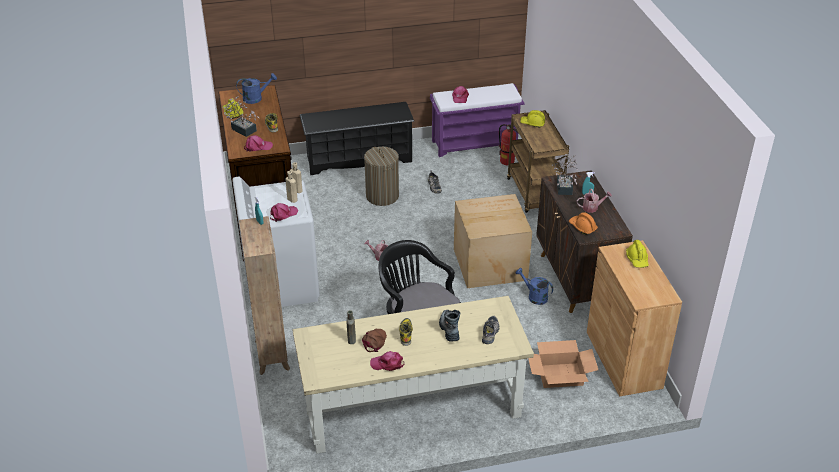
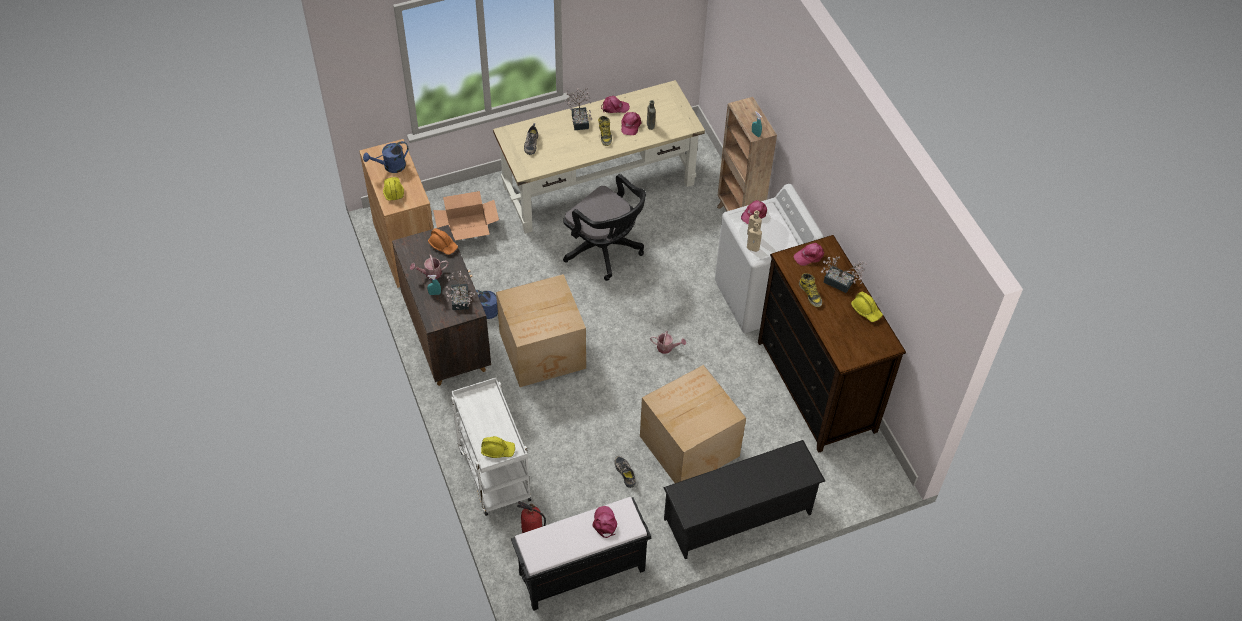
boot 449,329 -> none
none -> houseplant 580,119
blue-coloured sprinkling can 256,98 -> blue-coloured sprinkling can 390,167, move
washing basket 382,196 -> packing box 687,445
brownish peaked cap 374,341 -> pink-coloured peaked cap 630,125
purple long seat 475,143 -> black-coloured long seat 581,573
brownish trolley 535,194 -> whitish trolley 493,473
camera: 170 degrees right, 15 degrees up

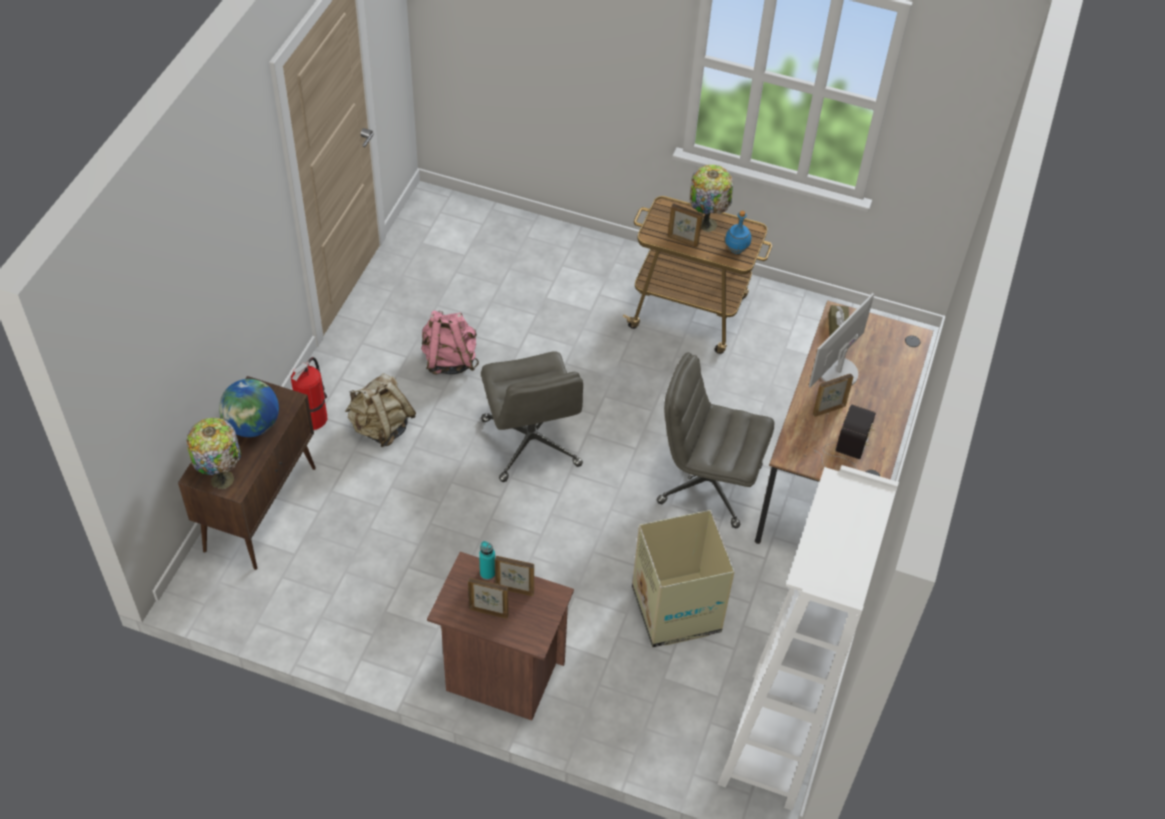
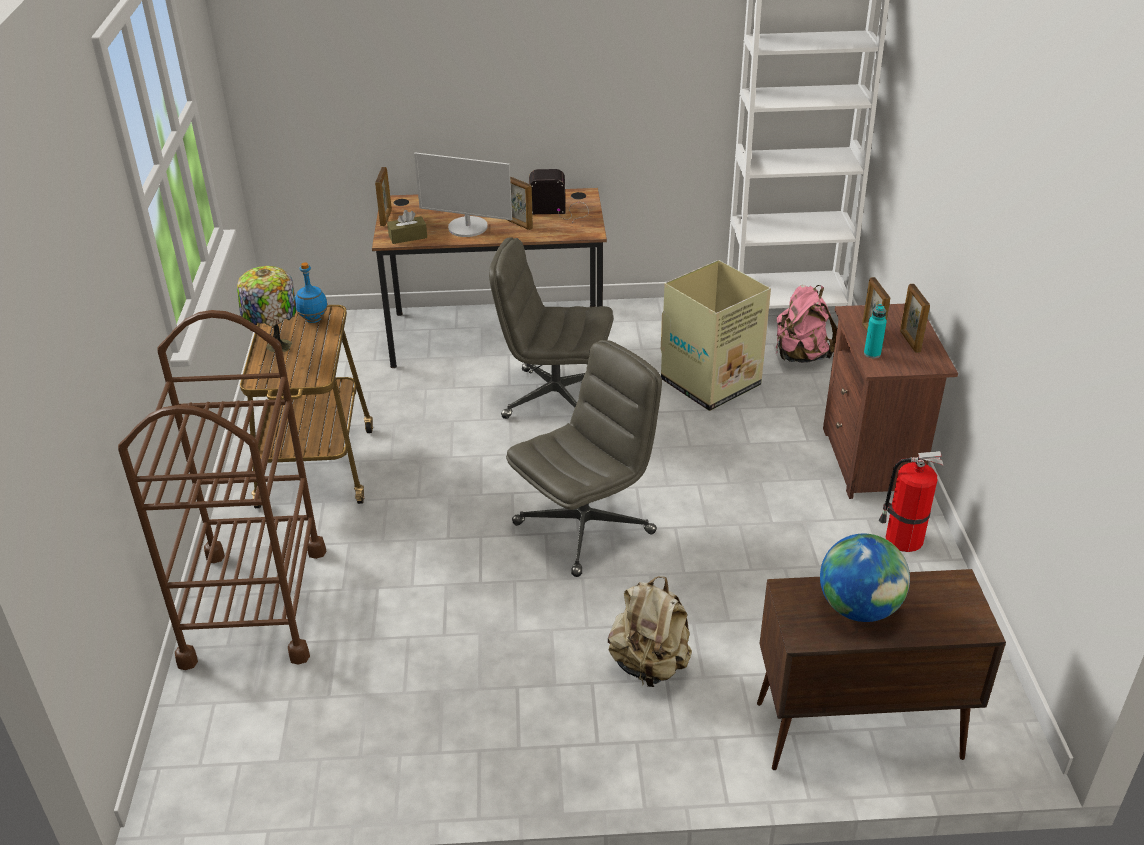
lamp for a table 222,478 -> none
none -> brownish trolley 255,605
extinguisher 313,417 -> extinguisher 902,539, move
pink-coloured knapsack 449,360 -> pink-coloured knapsack 801,356, move
picture frame 682,241 -> picture frame 386,218, move
gray computer chair 707,484 -> gray computer chair 554,398, 105 degrees clockwise
camera: 110 degrees left, 15 degrees down

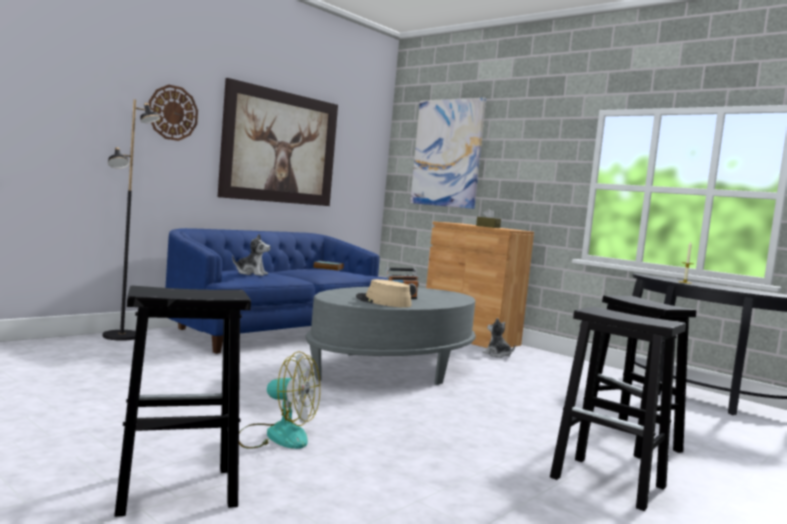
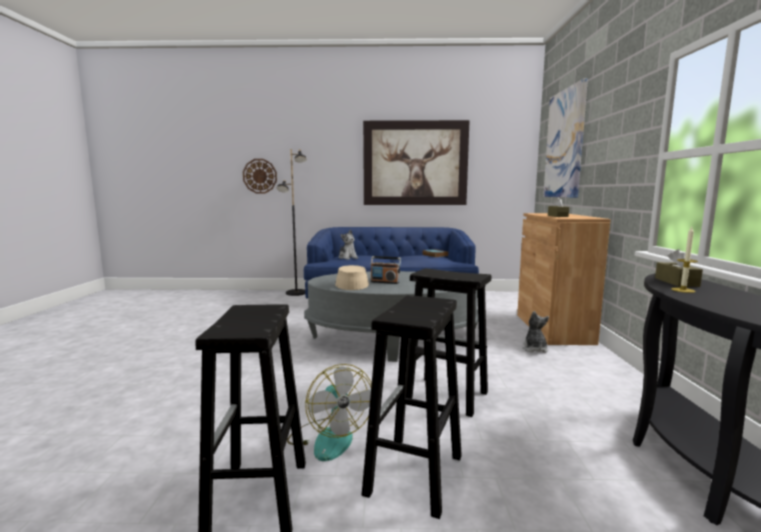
none -> brownish tissue holder 676,282
black-coloured stool 174,491 -> black-coloured stool 445,395, move
wall clock 173,113 -> wall clock 260,176, move
fan 276,436 -> fan 329,438, move
camera: 50 degrees right, 5 degrees up

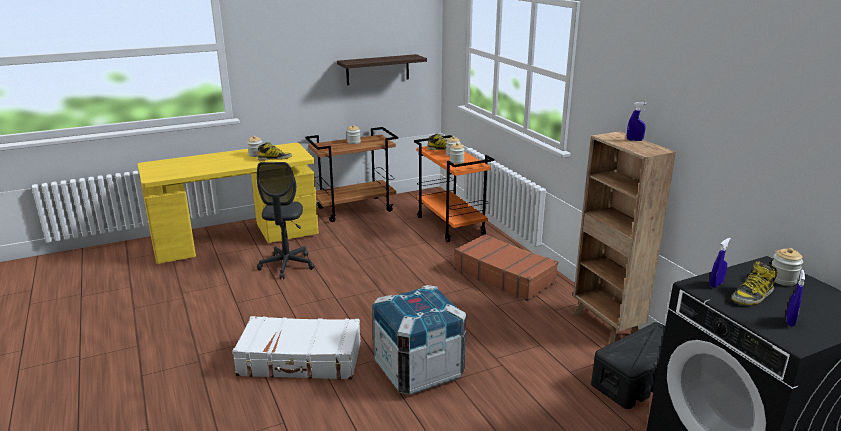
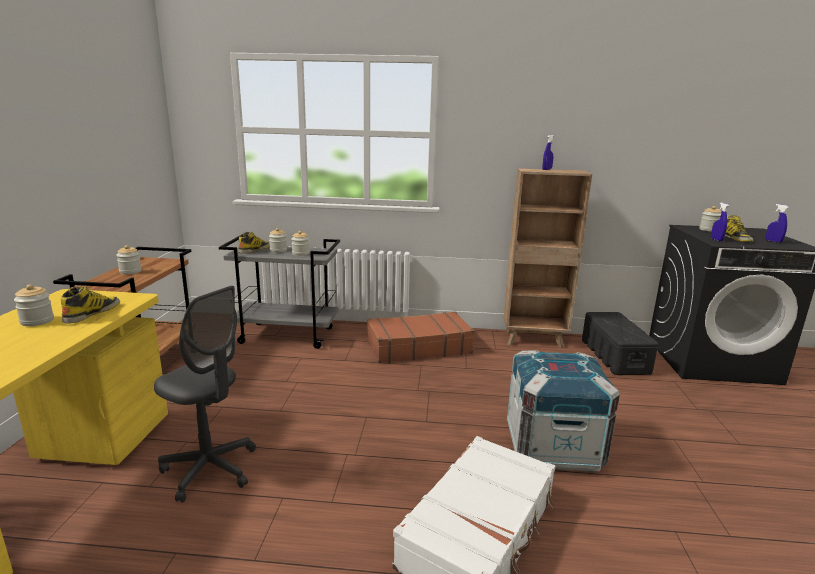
shelf 377,69 -> none
orange trolley 451,225 -> gray trolley 288,335
camera: 60 degrees left, 5 degrees down

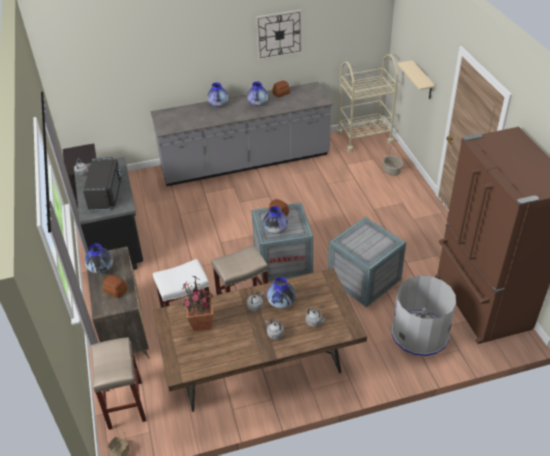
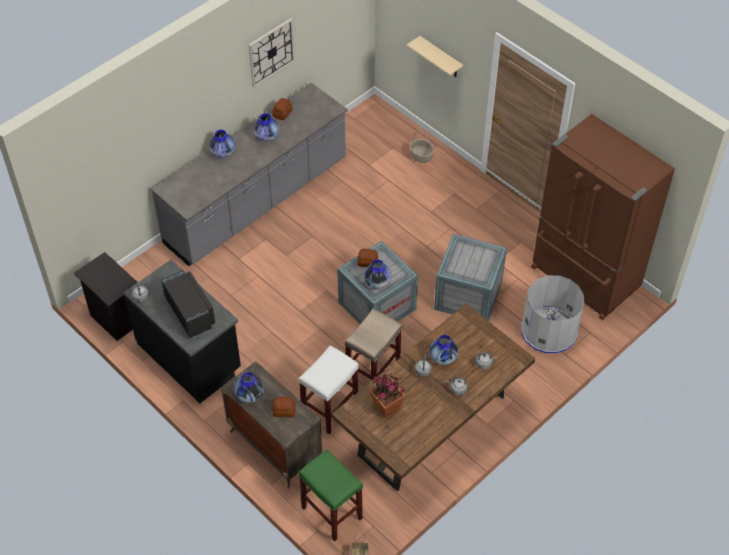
beige-coloured trolley 364,138 -> none
beige-coloured stool 125,404 -> greenish stool 331,513
camera: 30 degrees left, 10 degrees up

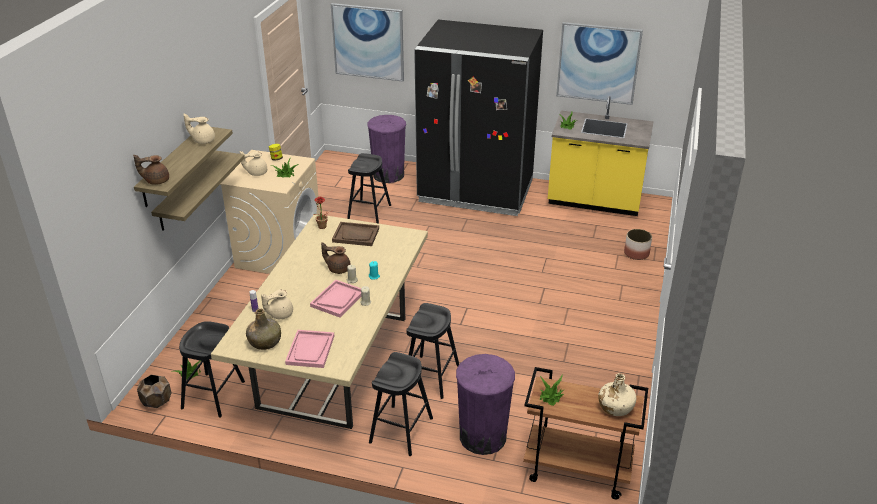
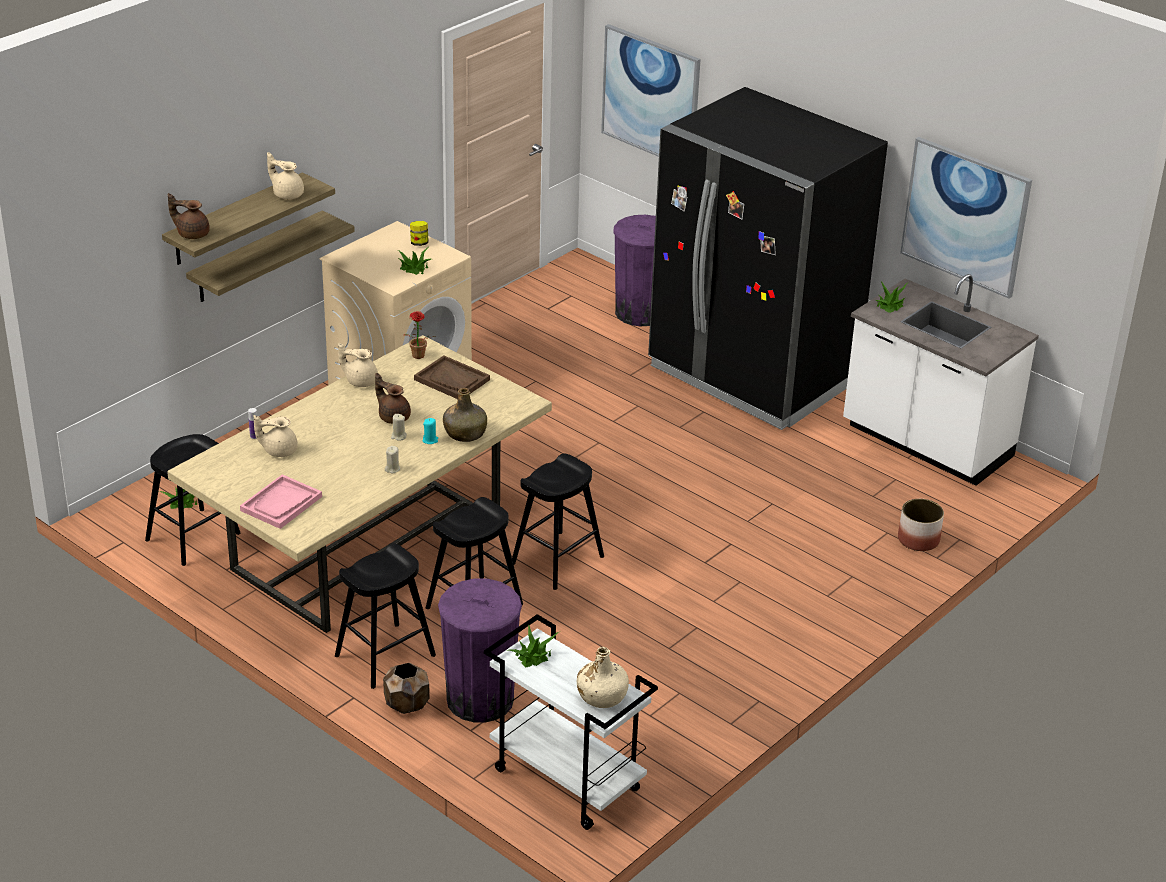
pink-coloured tray 337,299 -> none
brownish flower pot 156,402 -> brownish flower pot 406,705, move
beige-coloured teapot 256,172 -> beige-coloured teapot 360,381, move
greenish beverage bottle 265,342 -> greenish beverage bottle 465,433, move
black-coloured stool 369,213 -> black-coloured stool 557,560, move
brownish trolley 576,470 -> whitish trolley 564,780
yellow-coloured kitchen base unit 594,202 -> whitish kitchen base unit 926,444
camera: 25 degrees right, 0 degrees up

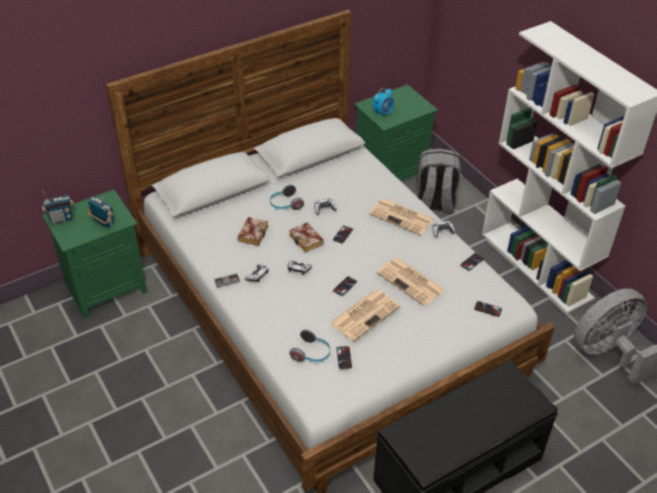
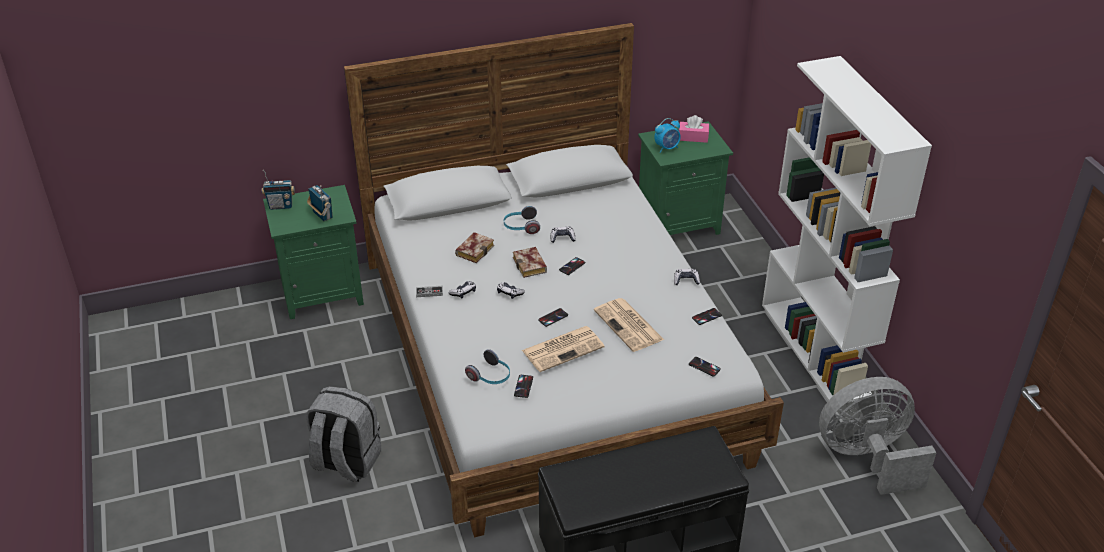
newspaper 402,217 -> none
none -> pink-coloured tissue holder 693,137
gray knapsack 434,204 -> gray knapsack 346,462, move
camera: 15 degrees right, 5 degrees down

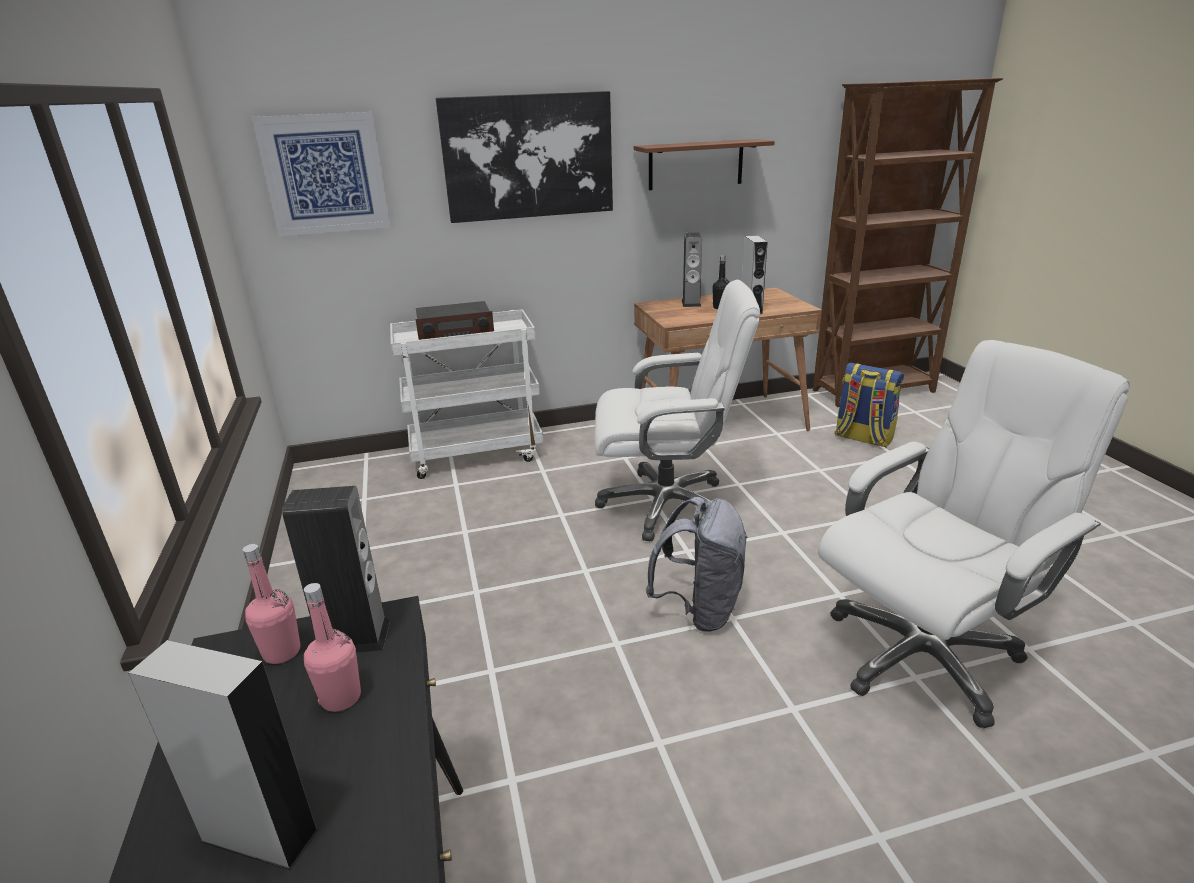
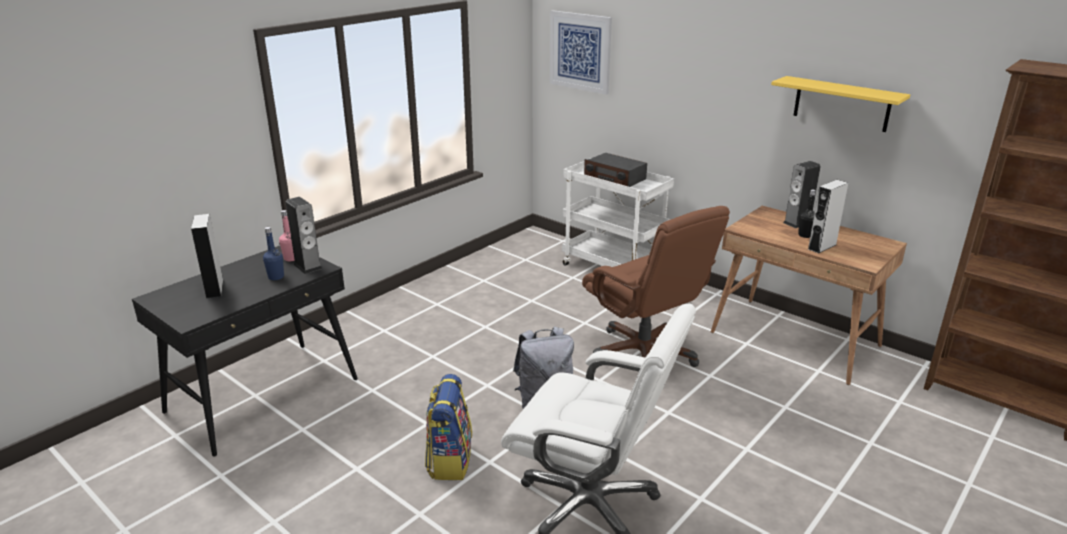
wall picture 528,157 -> none
knapsack 863,438 -> knapsack 449,460, move
pink-coloured beverage bottle 341,697 -> blue-coloured beverage bottle 276,277
whitish computer chair 667,504 -> brownish computer chair 644,355
brownish shelf 696,164 -> yellow-coloured shelf 841,104
camera: 55 degrees right, 0 degrees up

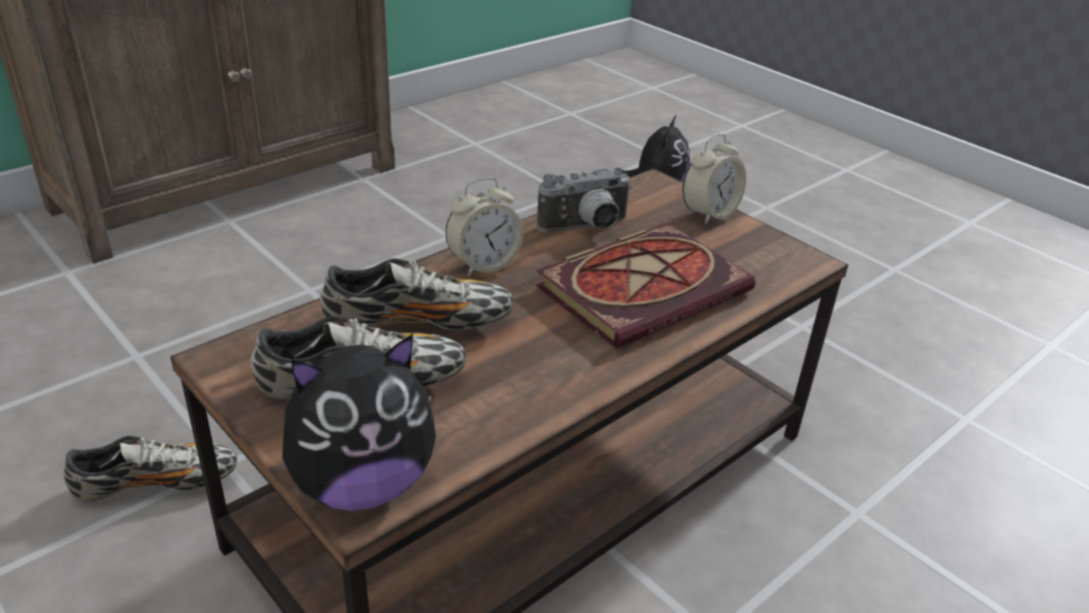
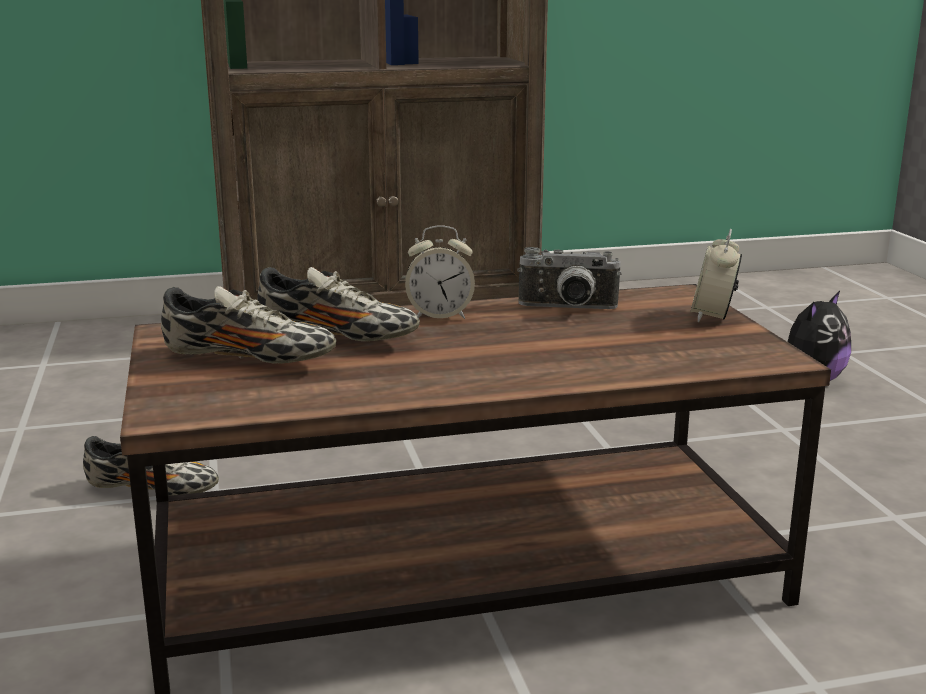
soft toy 362,484 -> none
book 645,287 -> none
alarm clock 709,213 -> alarm clock 713,317, 120 degrees clockwise
camera: 30 degrees right, 15 degrees down

